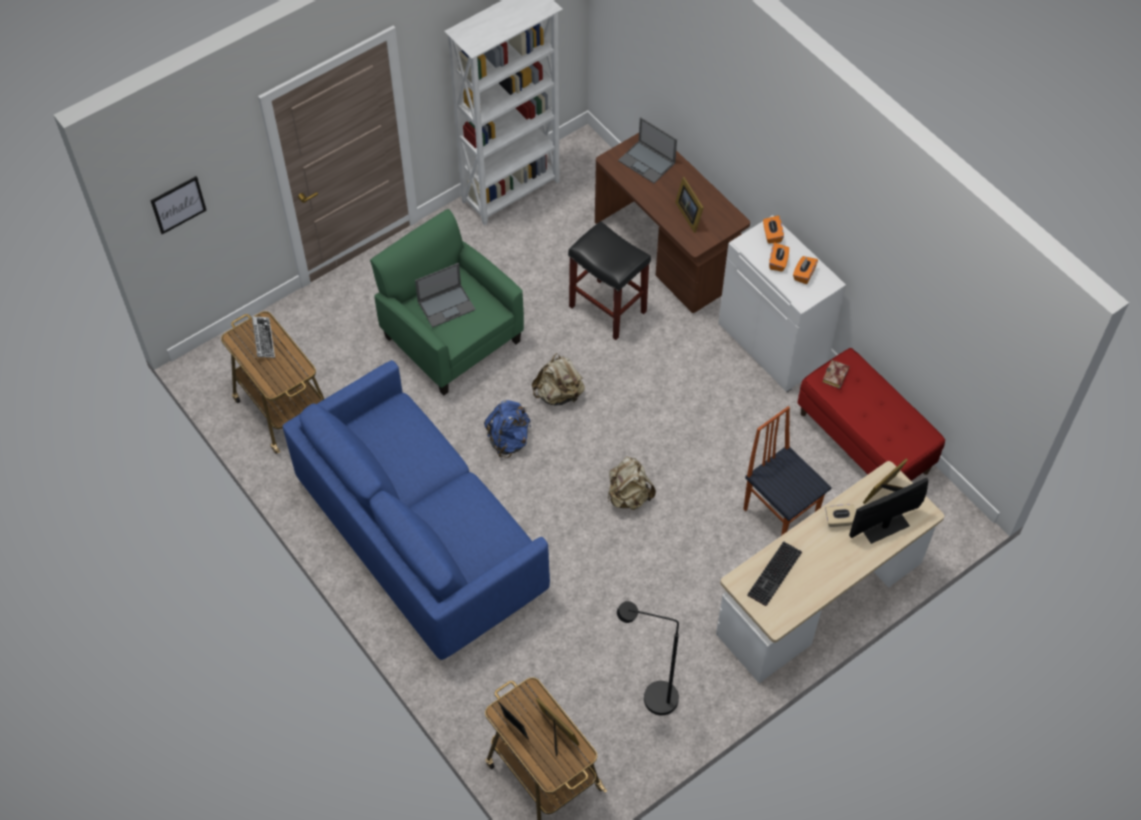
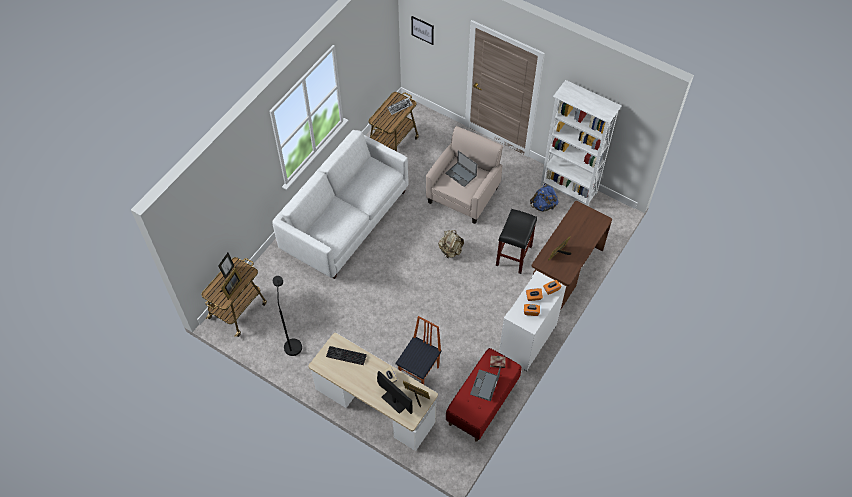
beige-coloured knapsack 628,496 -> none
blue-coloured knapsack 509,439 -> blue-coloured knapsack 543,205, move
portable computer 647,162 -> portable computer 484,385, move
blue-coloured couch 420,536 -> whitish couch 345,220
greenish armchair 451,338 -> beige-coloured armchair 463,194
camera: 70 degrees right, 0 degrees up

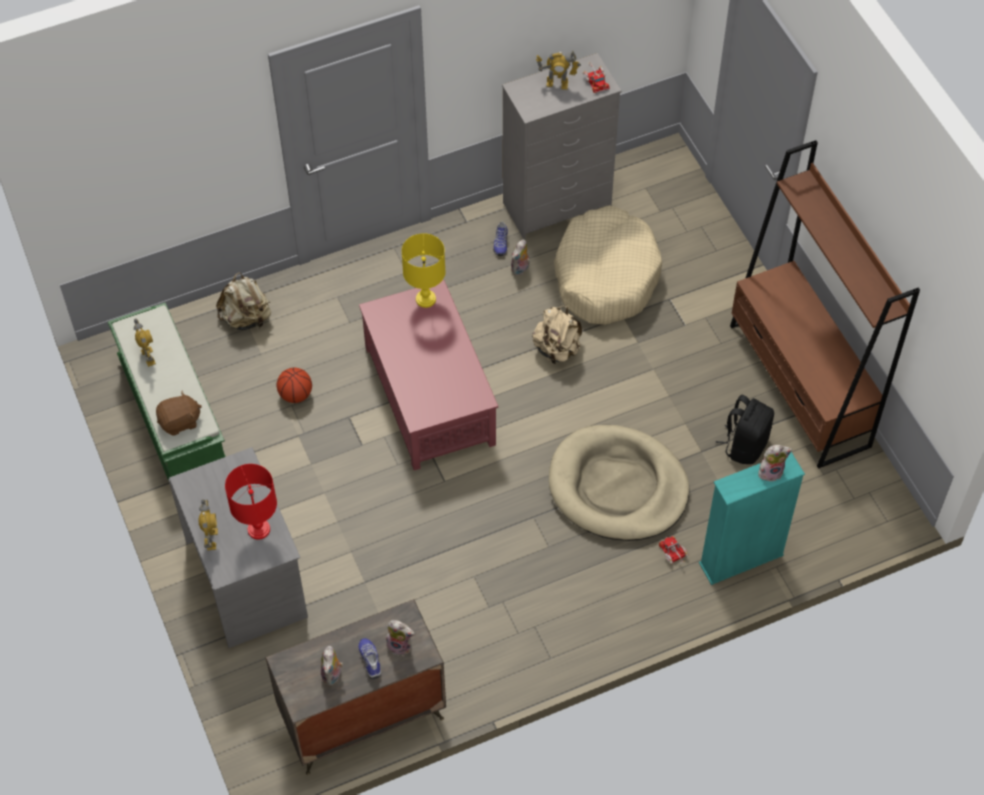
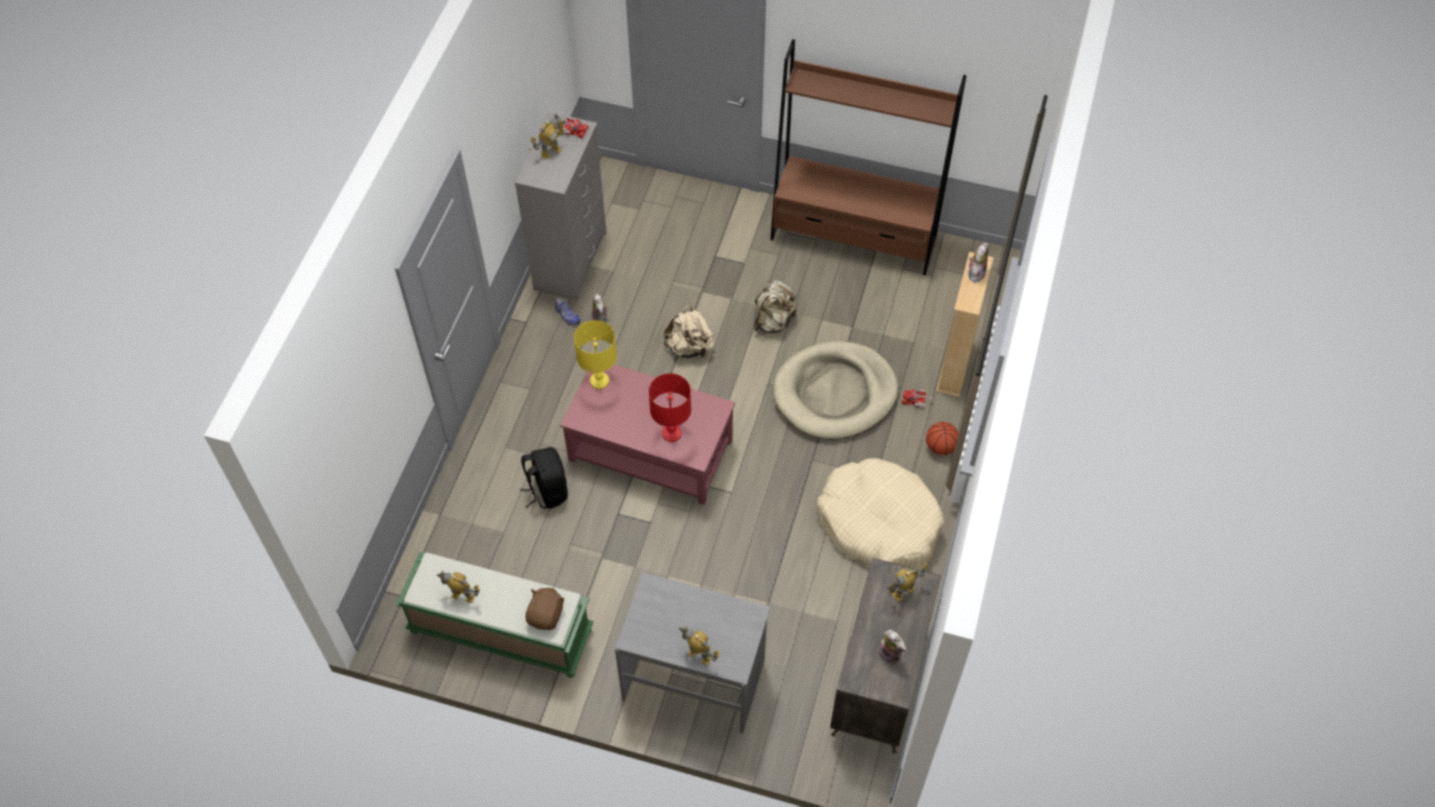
shoe 371,660 -> none
beige-coloured knapsack 246,318 -> beige-coloured knapsack 773,321, move
red-coloured lamp for a table 258,530 -> red-coloured lamp for a table 672,433, move
basketball ball 296,394 -> basketball ball 940,447, move
beige-coloured dog cushion 606,276 -> beige-coloured dog cushion 879,524, move
black-coloured knapsack 745,445 -> black-coloured knapsack 547,491, move
soft toy 401,645 -> toy robot 903,592
blue-green bookcase 741,559 -> beige-coloured bookcase 955,366
camera: 50 degrees left, 0 degrees up

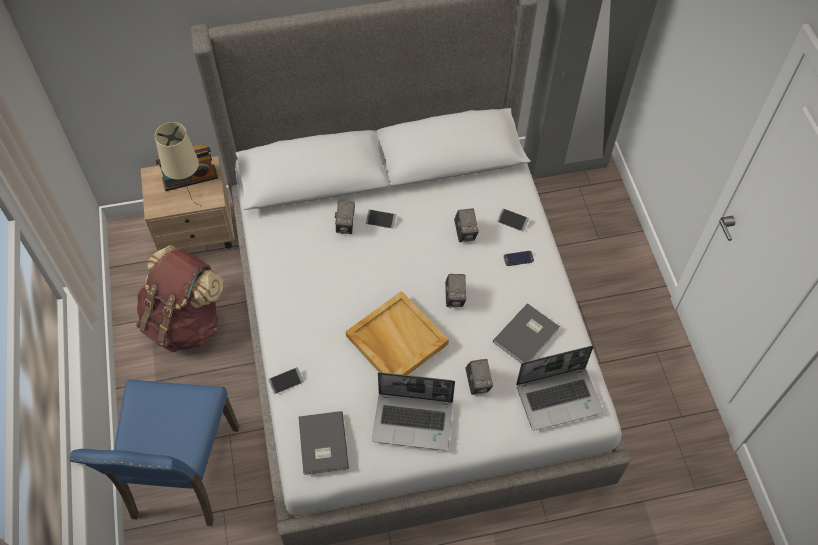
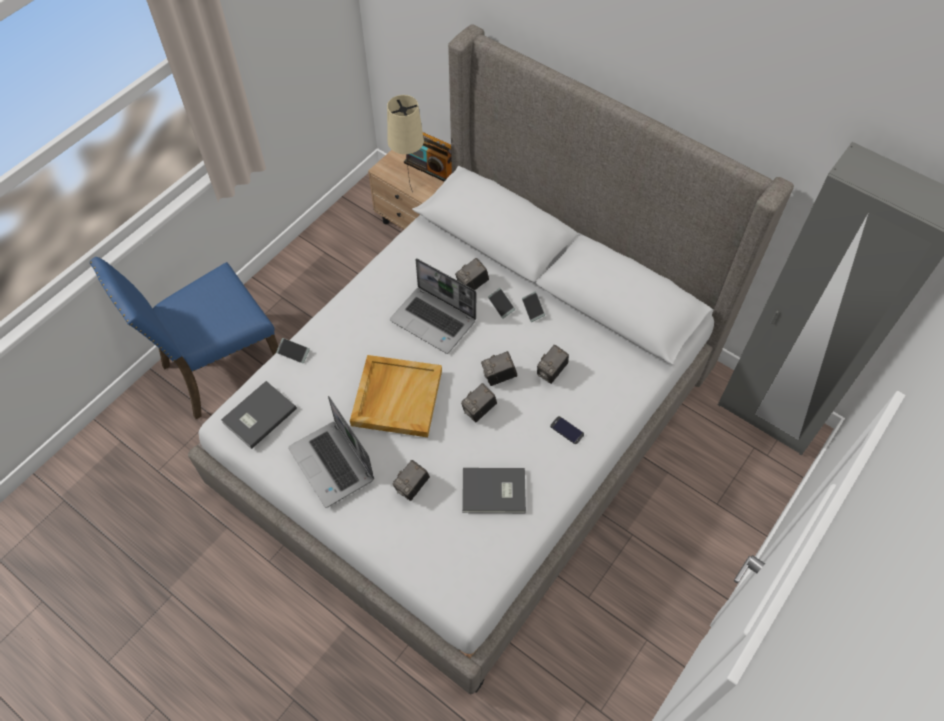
brownish knapsack 185,322 -> none
none -> still camera 499,377
phone 512,221 -> phone 533,308, move
portable computer 559,398 -> portable computer 434,320, move
camera: 50 degrees right, 0 degrees up

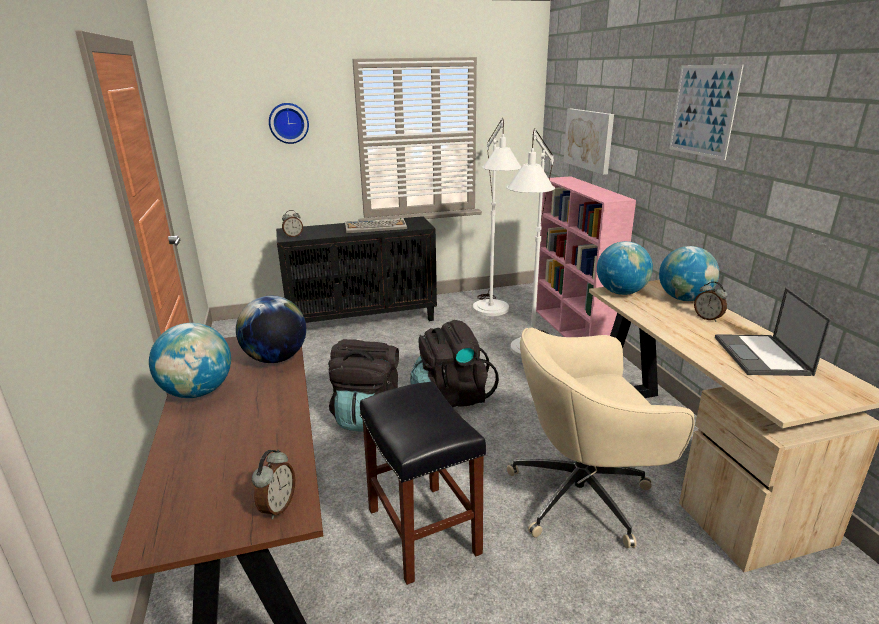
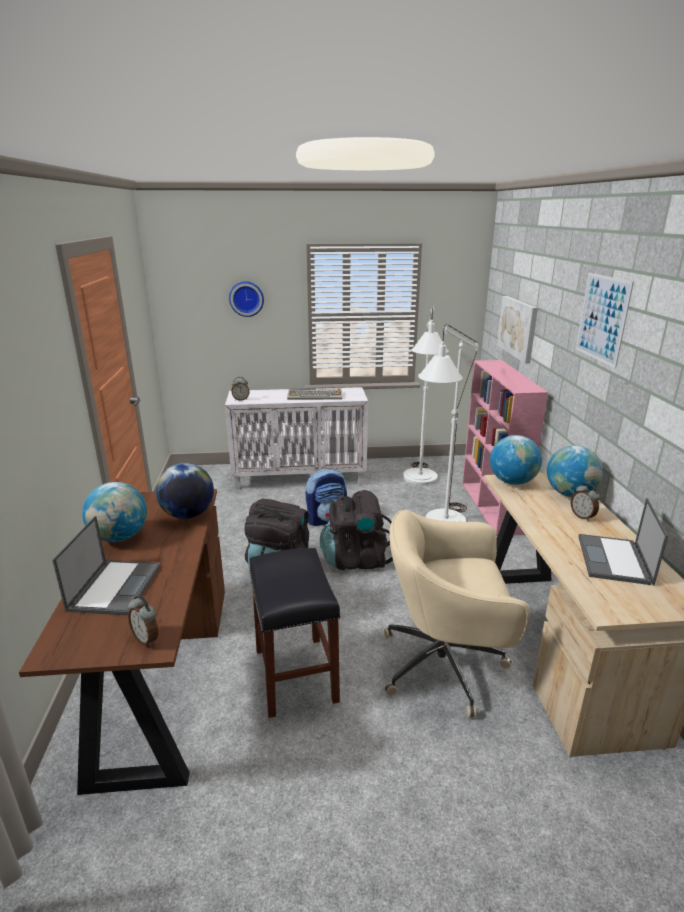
none -> portable computer 115,586
none -> knapsack 327,519
black-coloured storage cabinet 363,320 -> whitish storage cabinet 300,477
alarm clock 277,507 -> alarm clock 147,639, 105 degrees clockwise
camera: 10 degrees right, 0 degrees up

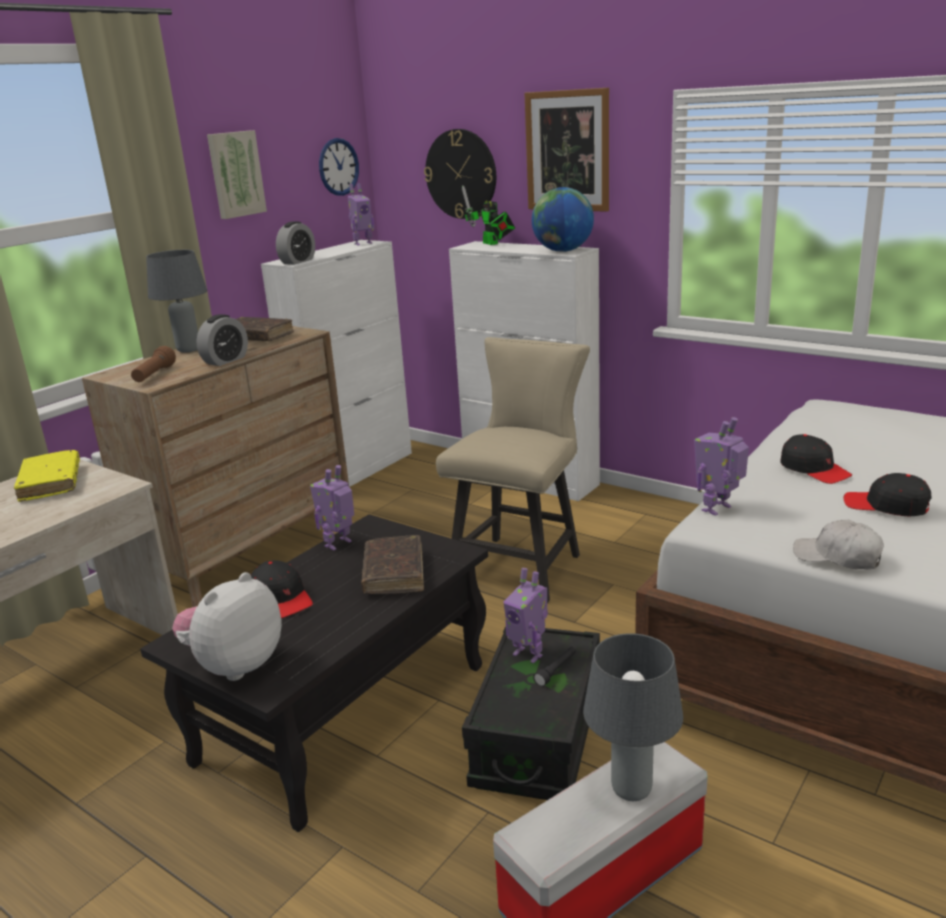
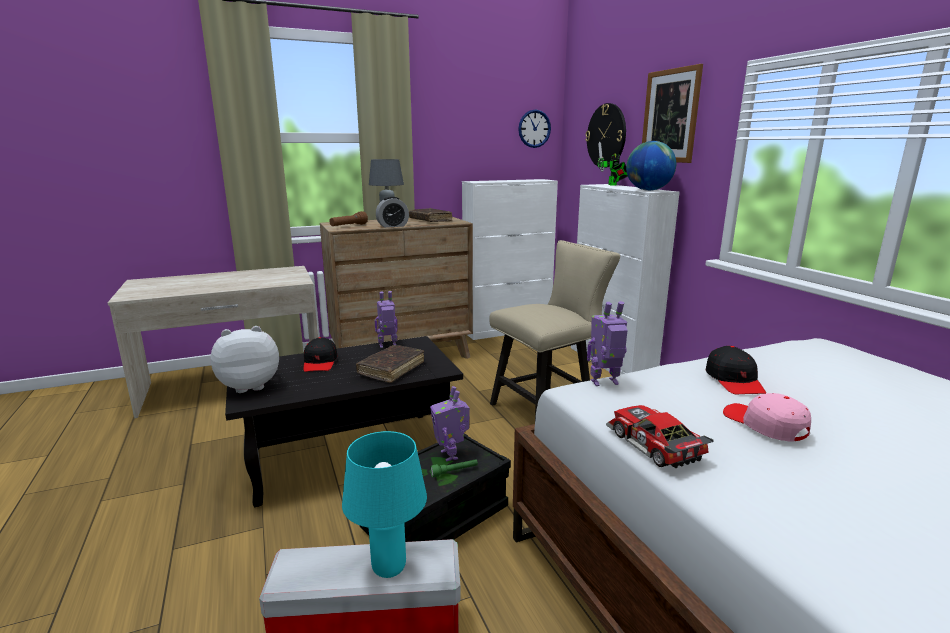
yellow-coloured book 51,483 -> none
wall picture 235,174 -> none
alarm clock 298,261 -> none
toy robot 362,243 -> none
whitish peaked cap 838,557 -> model car 652,445
black-coloured torch 556,670 -> greenish torch 454,472
gray lamp for a table 632,789 -> blue-green lamp for a table 390,567
black-coloured peaked cap 886,506 -> pink-coloured peaked cap 764,425
camera: 30 degrees right, 5 degrees down

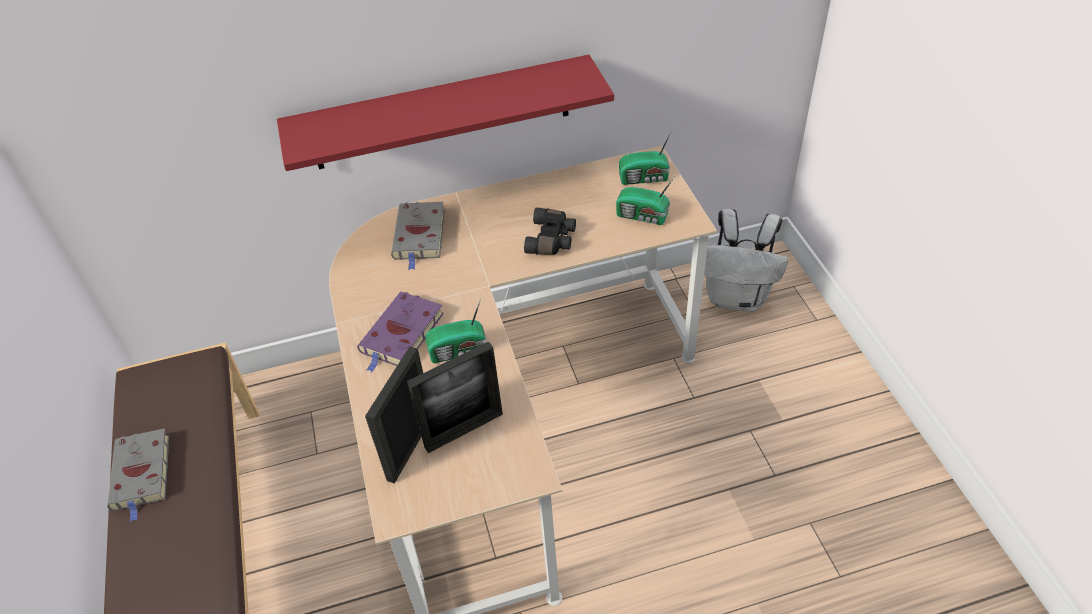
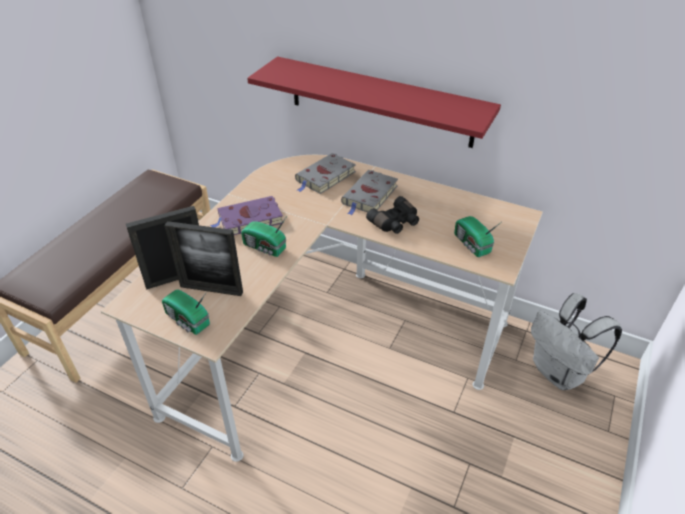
gray book 142,474 -> gray book 369,196, move
radio set 645,178 -> radio set 187,321, move
camera: 40 degrees right, 5 degrees down

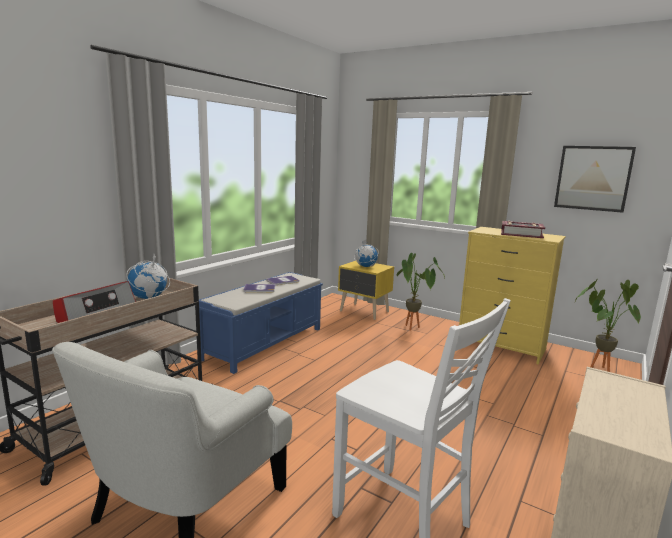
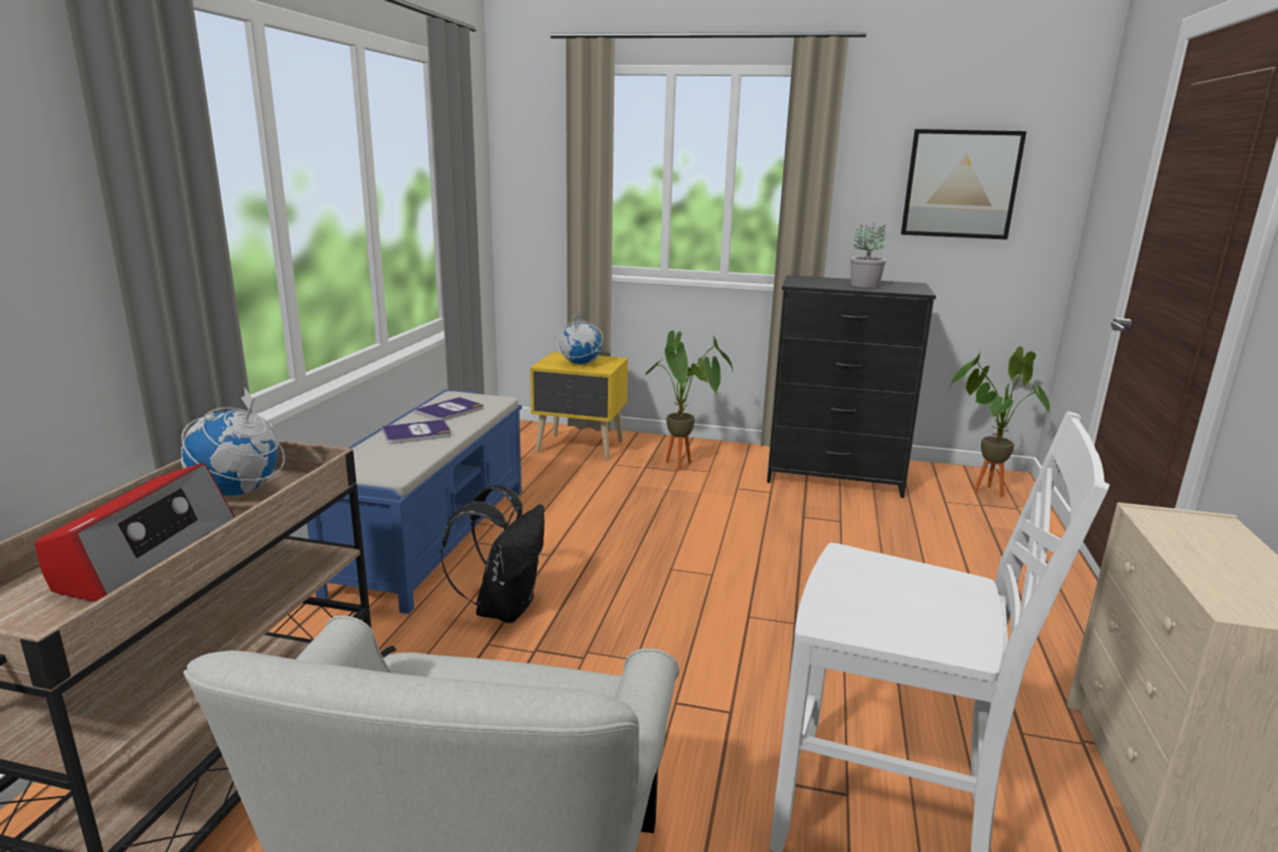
none -> black-coloured knapsack 504,607
book 521,234 -> houseplant 865,285
yellow-coloured chest of drawers 501,346 -> black-coloured chest of drawers 834,476
camera: 20 degrees left, 5 degrees up

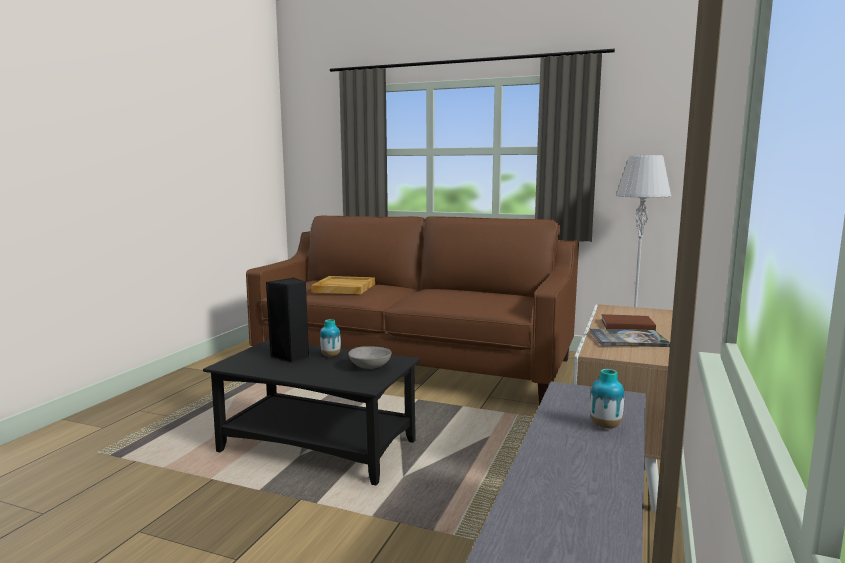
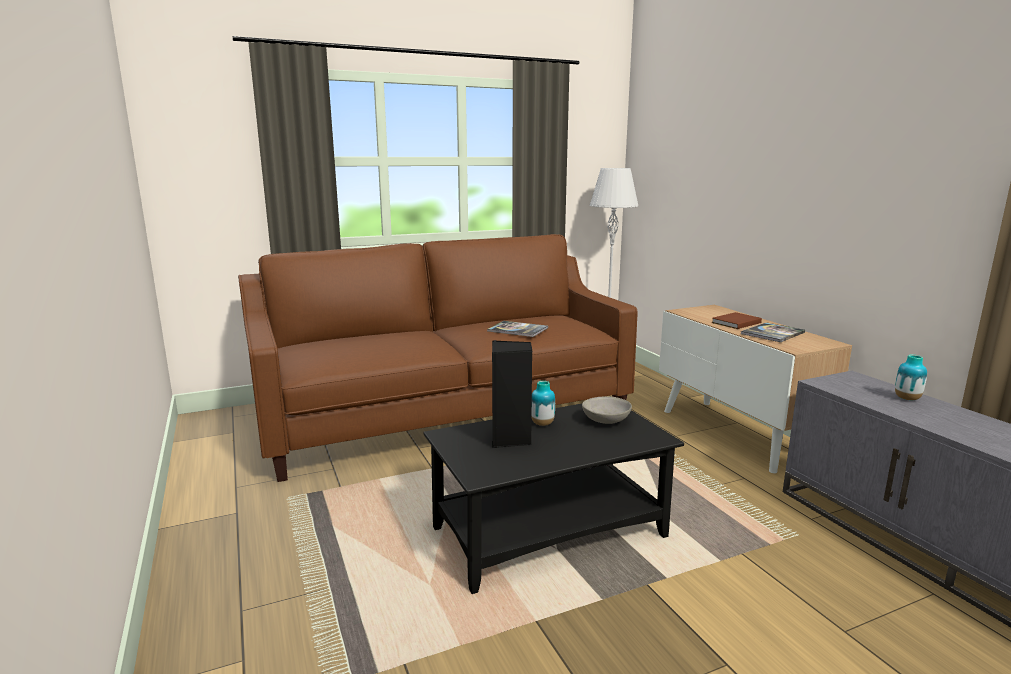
beige-coloured tray 343,288 -> none
none -> book 517,330
camera: 45 degrees left, 5 degrees up

